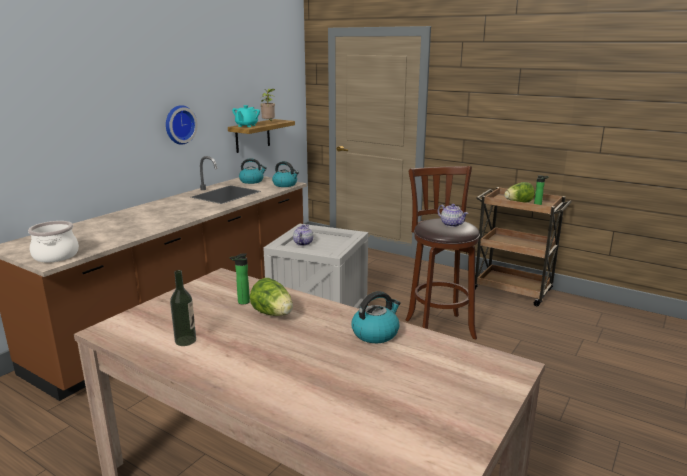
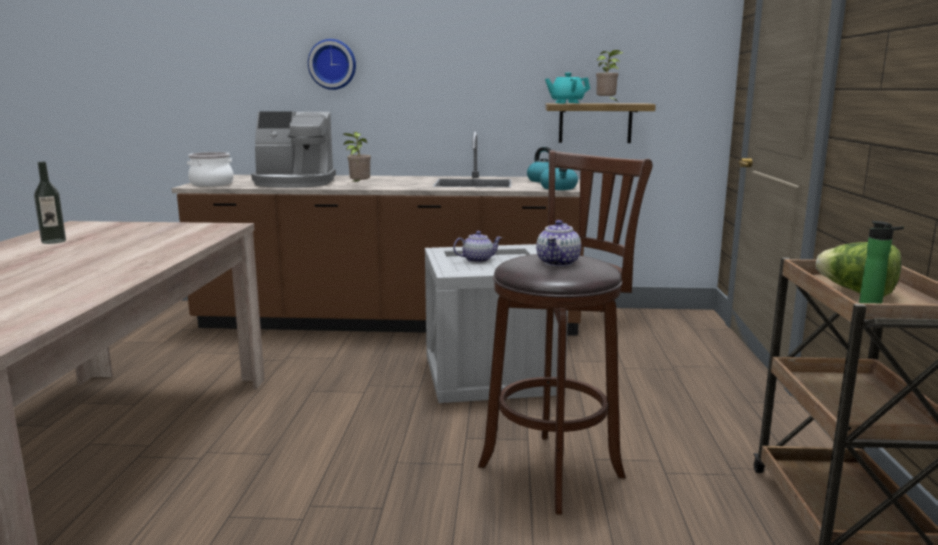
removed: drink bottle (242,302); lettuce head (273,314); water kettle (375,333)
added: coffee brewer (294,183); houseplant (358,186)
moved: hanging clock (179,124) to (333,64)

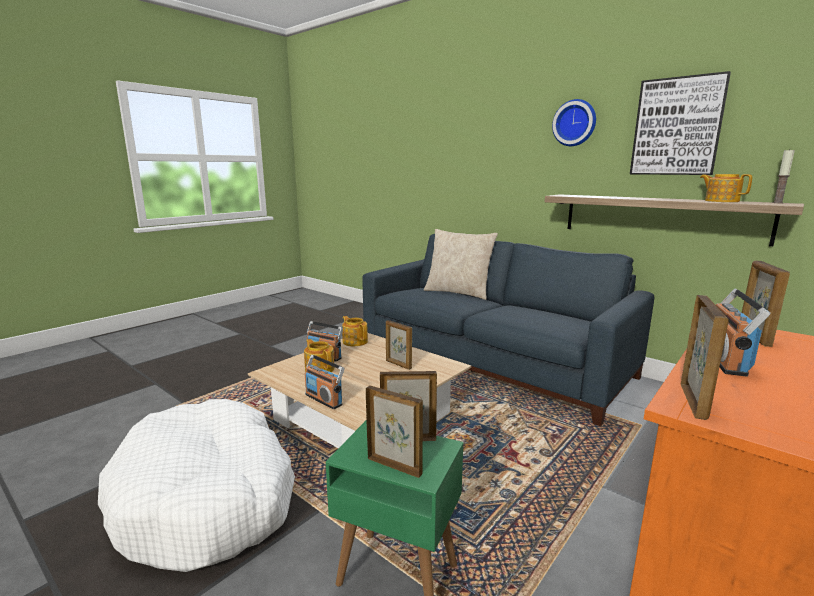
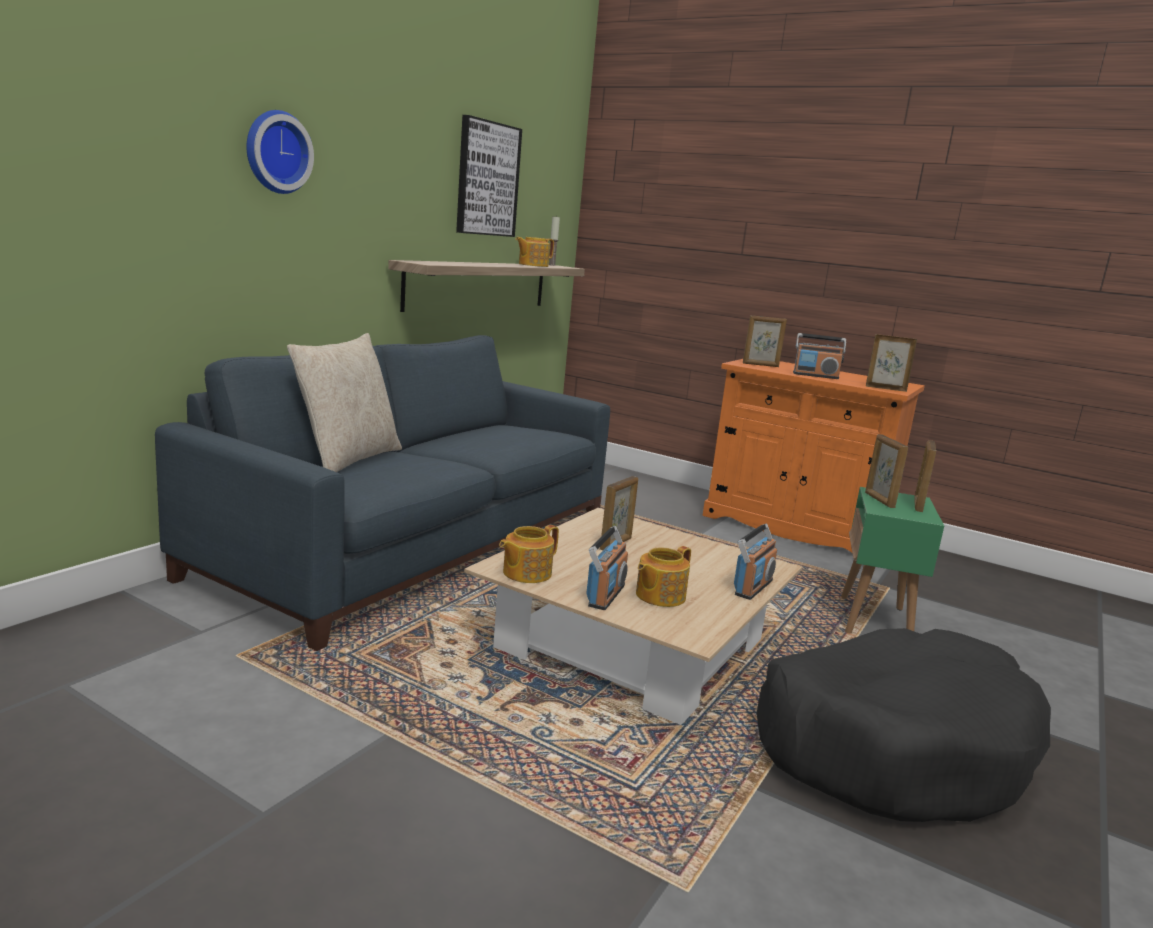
moved: hanging clock (575,123) to (275,152)
recoloured: white pet bed (208,498) to black pet bed (891,747)

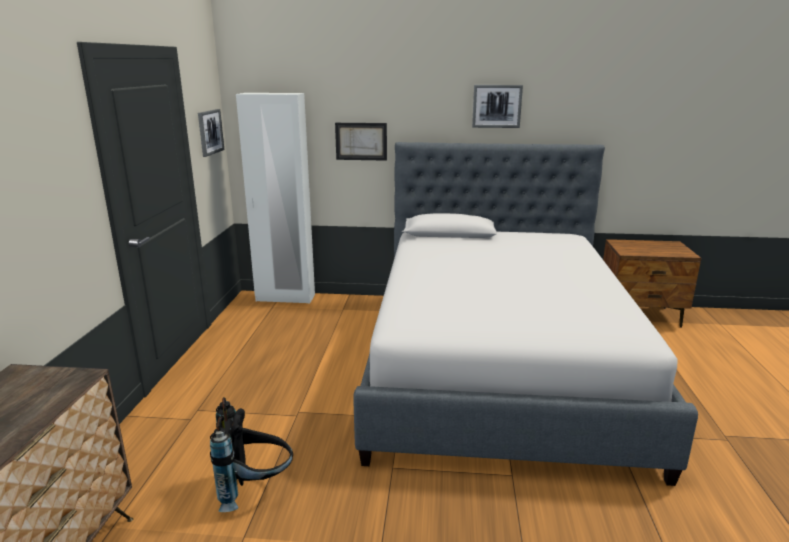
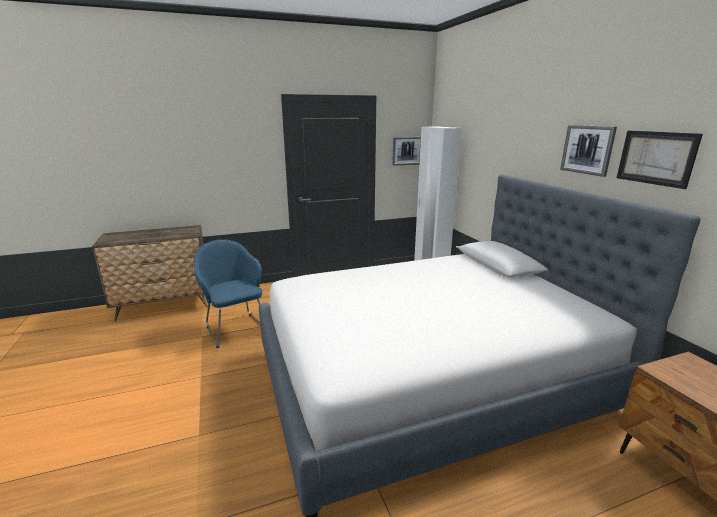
moved: picture (361,141) to (656,158)
replaced: black rucksack (255,489) to bluish easy chair (235,328)

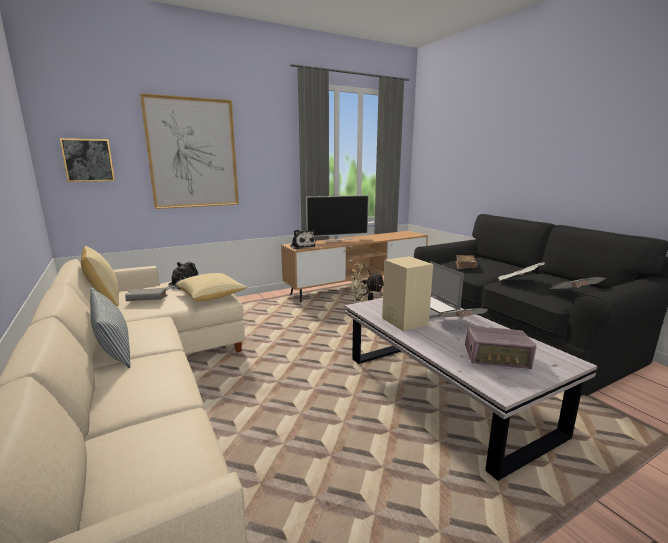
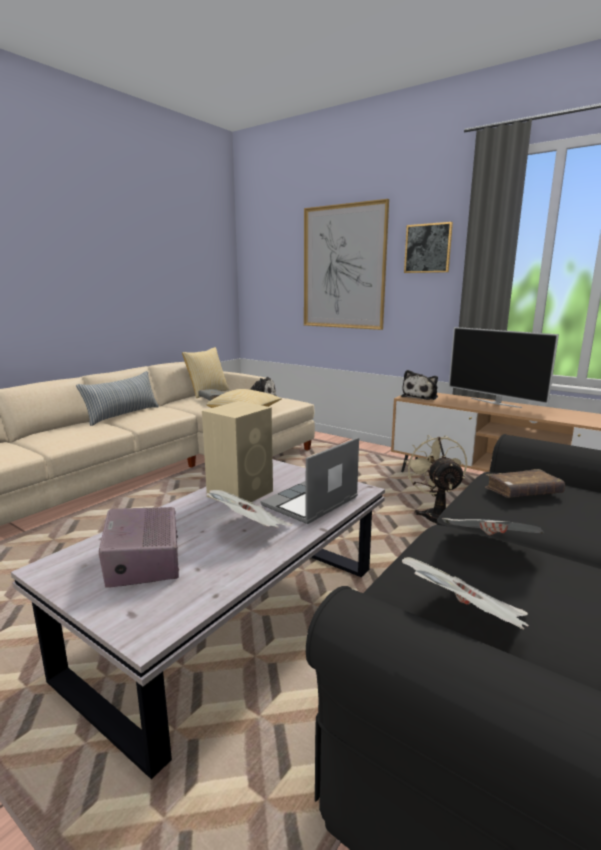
moved: picture (88,160) to (428,248)

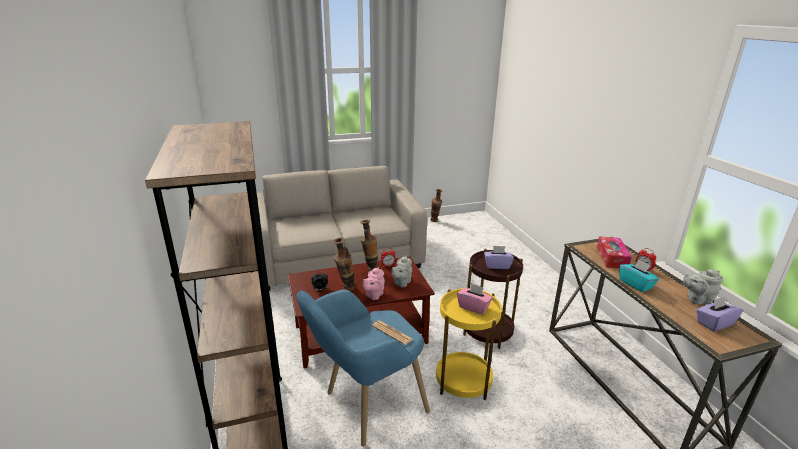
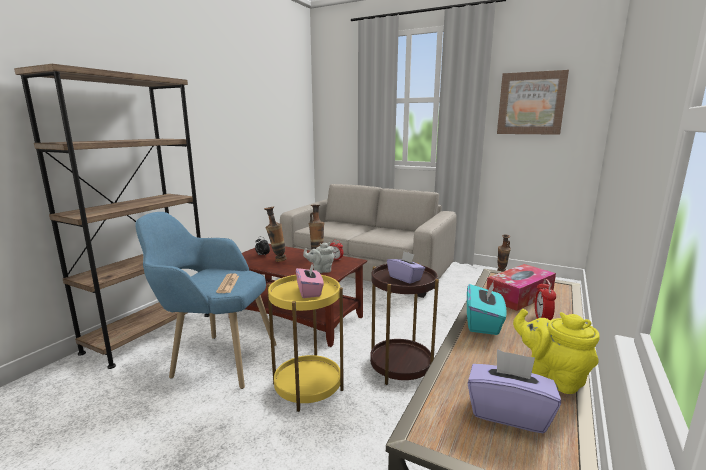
removed: pink teapot (373,295)
added: picture (531,103)
recoloured: gray teapot (696,299) to yellow teapot (552,377)

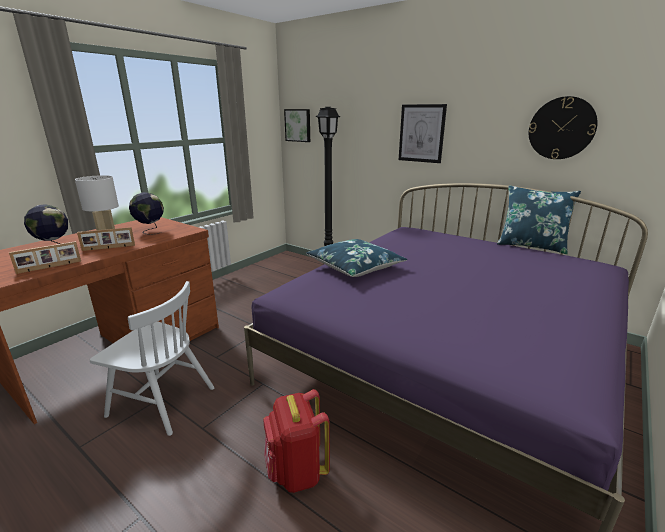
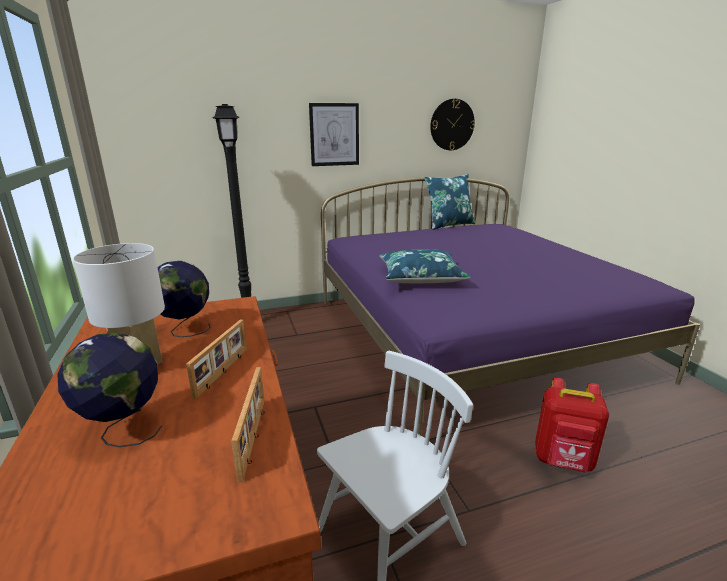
removed: picture (298,125)

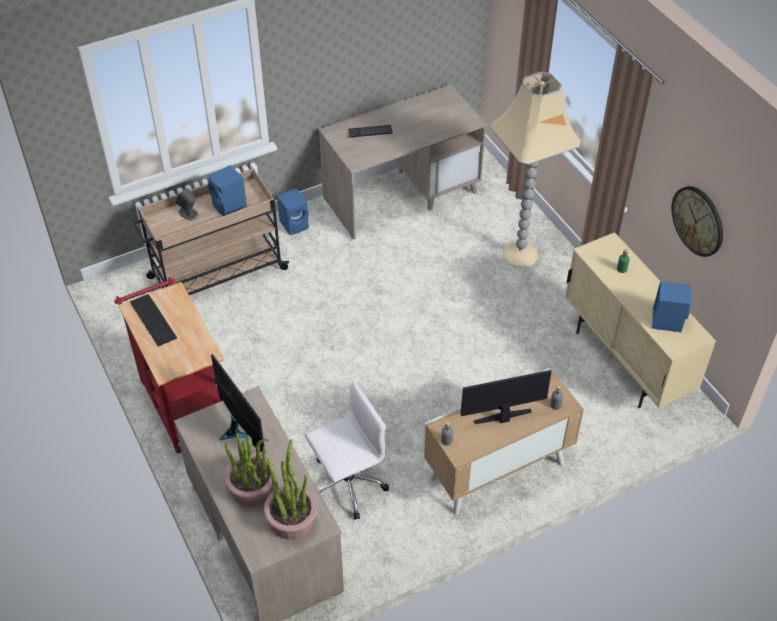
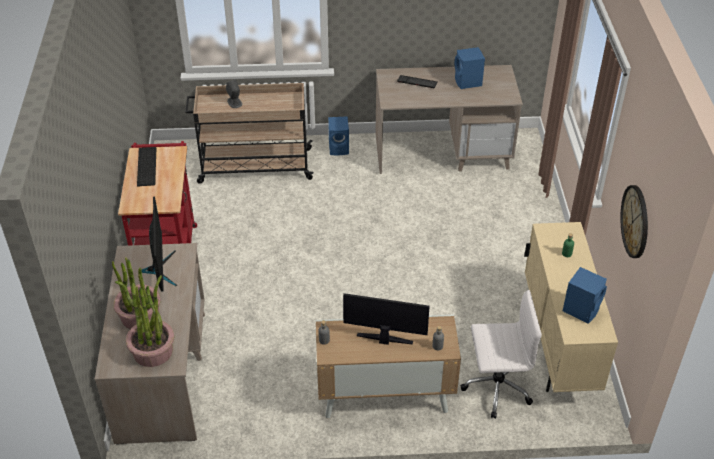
removed: beige-coloured standard lamp (521,255)
moved: bluish audio speaker (229,206) to (468,82); white computer chair (346,484) to (495,386)

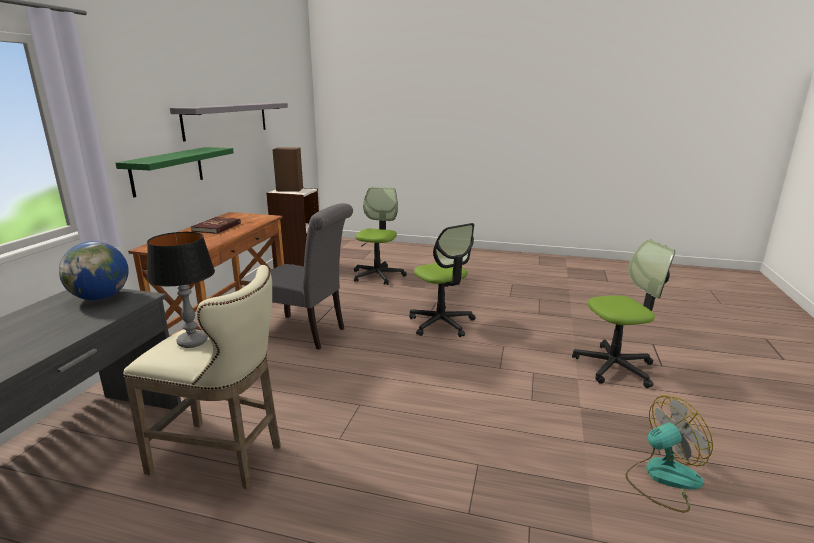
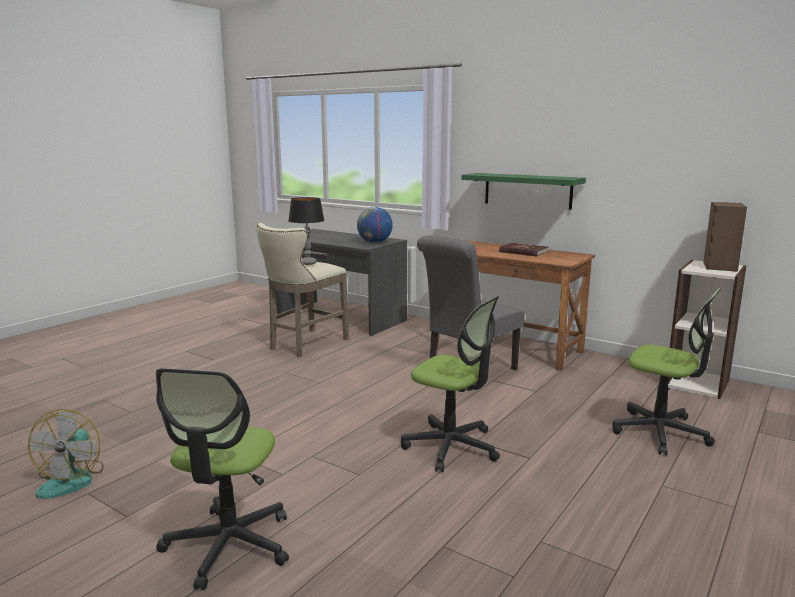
removed: gray wall shelf (227,120)
turned: computer chair (441,323) = (451,446) 135 degrees counterclockwise

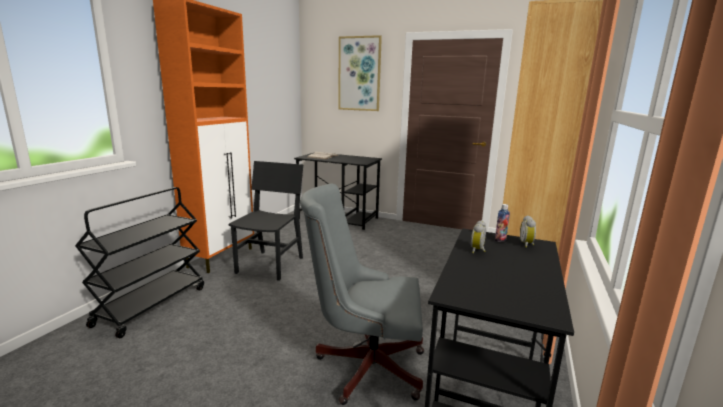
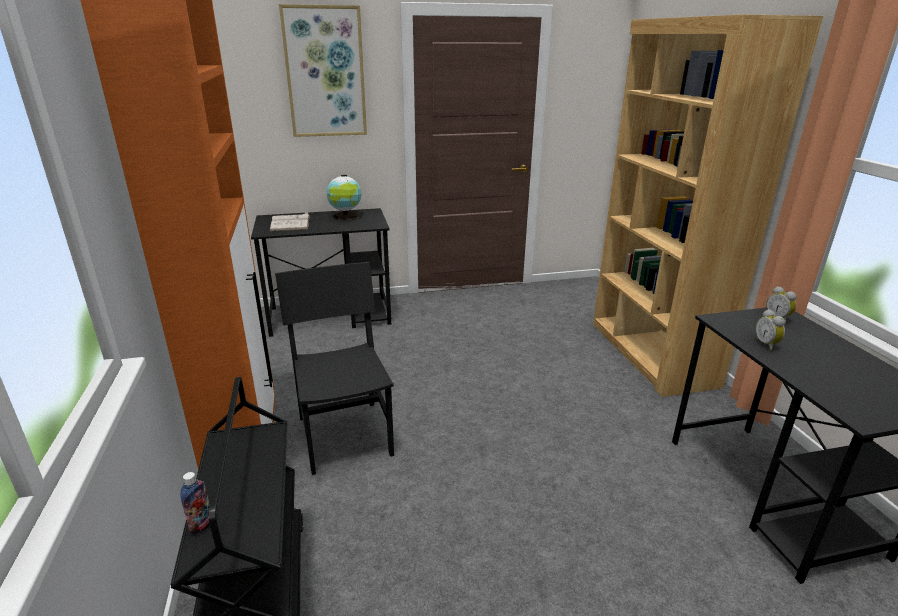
removed: gray computer chair (364,365)
added: desk globe (346,216)
moved: drink bottle (500,240) to (201,525)

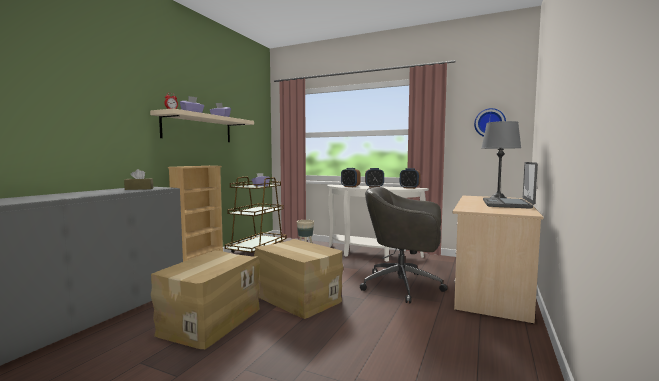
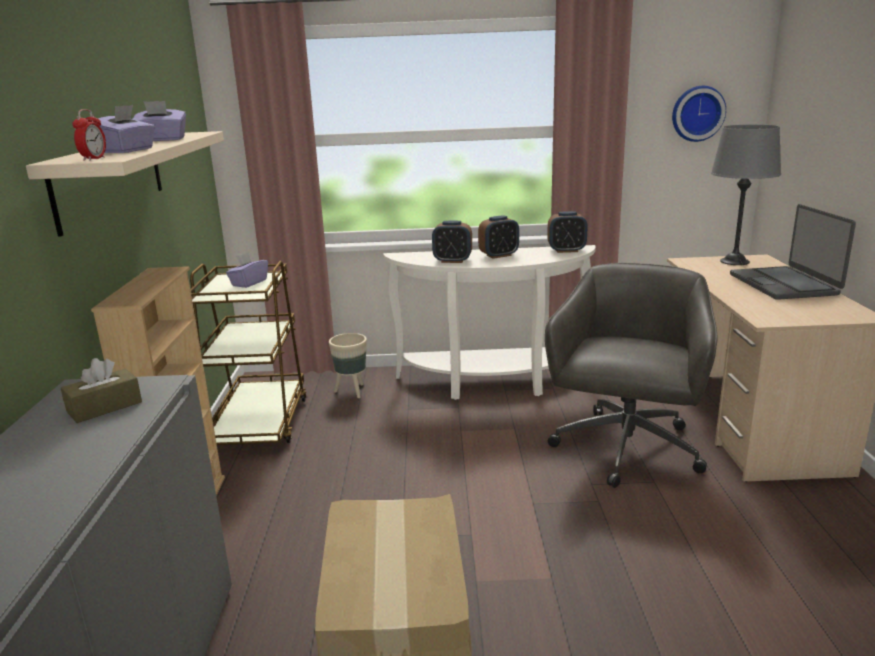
removed: carton (297,298)
turned: gray computer chair (404,286) = (625,450) 120 degrees clockwise

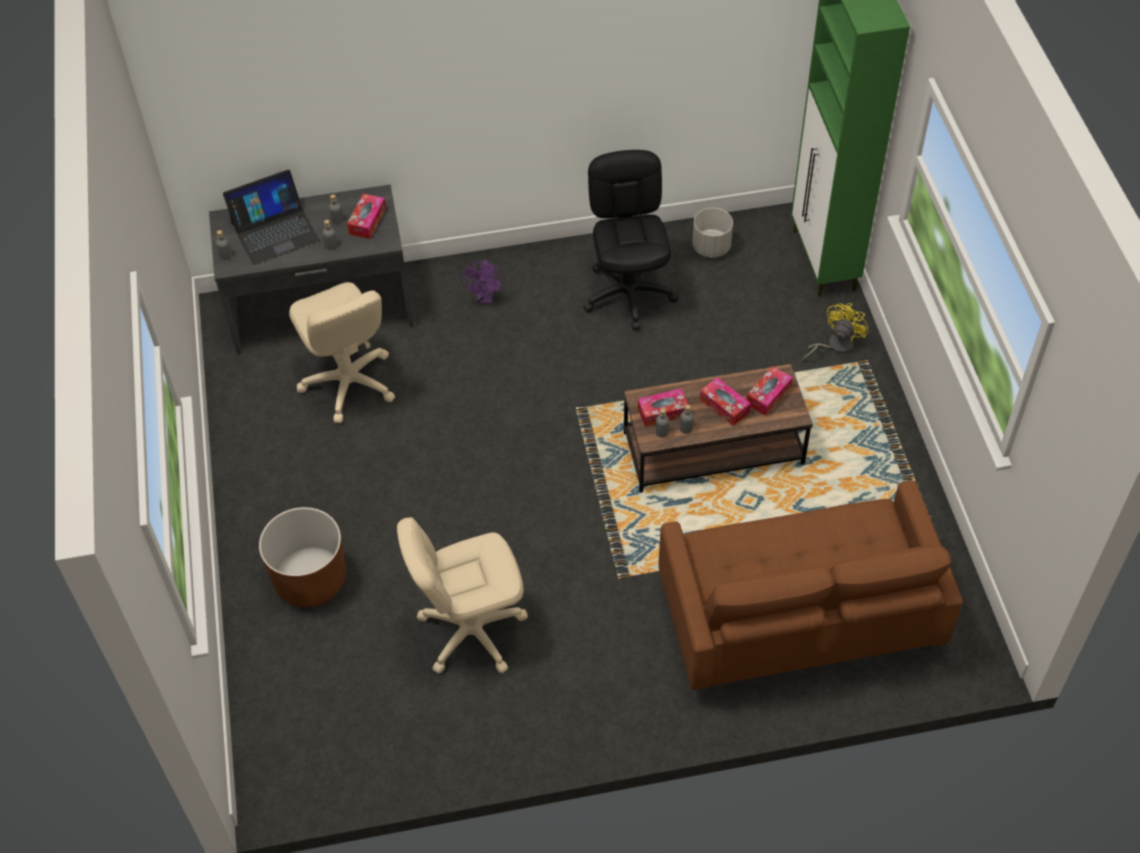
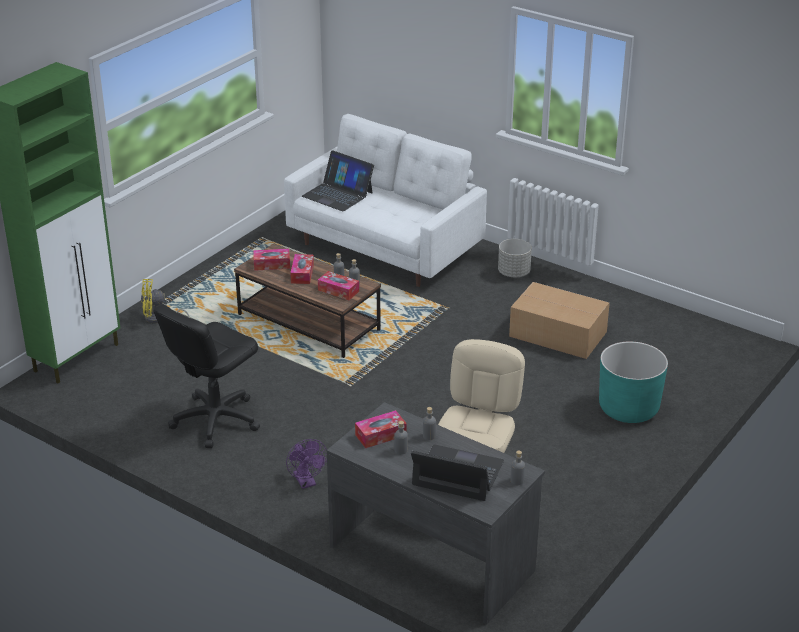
added: laptop (338,194)
moved: gray flower pot (711,247) to (514,273)
replaced: beige-coloured computer chair (471,631) to carton (559,335)
recoloured: brownish flower pot (310,579) to turquoise-coloured flower pot (628,408); brownish couch (797,618) to white couch (385,248)
turned: purplish fan (485,298) = (306,482) 105 degrees clockwise

